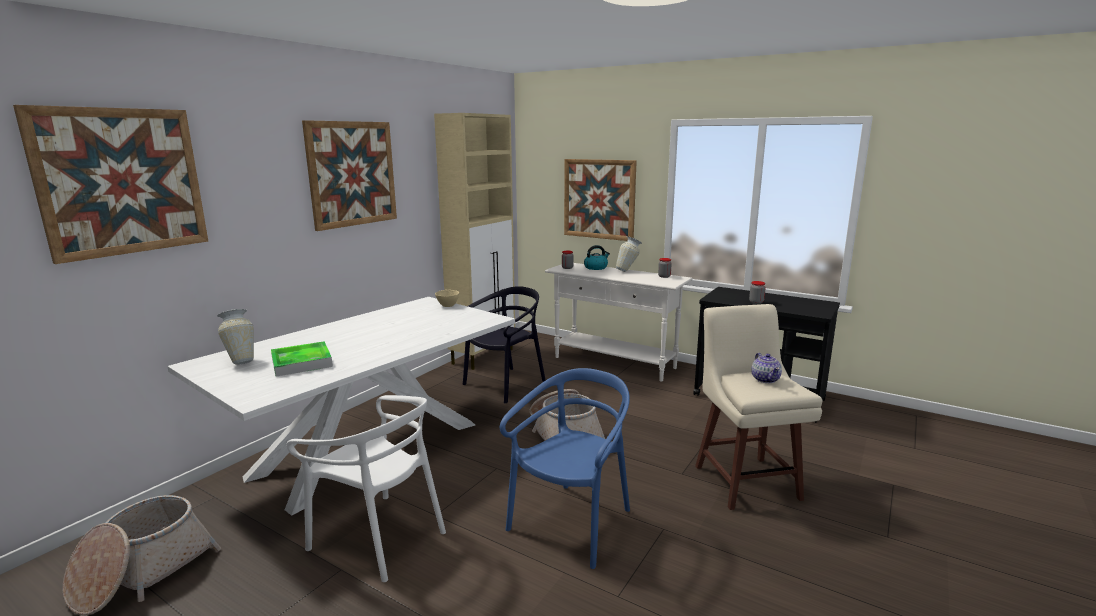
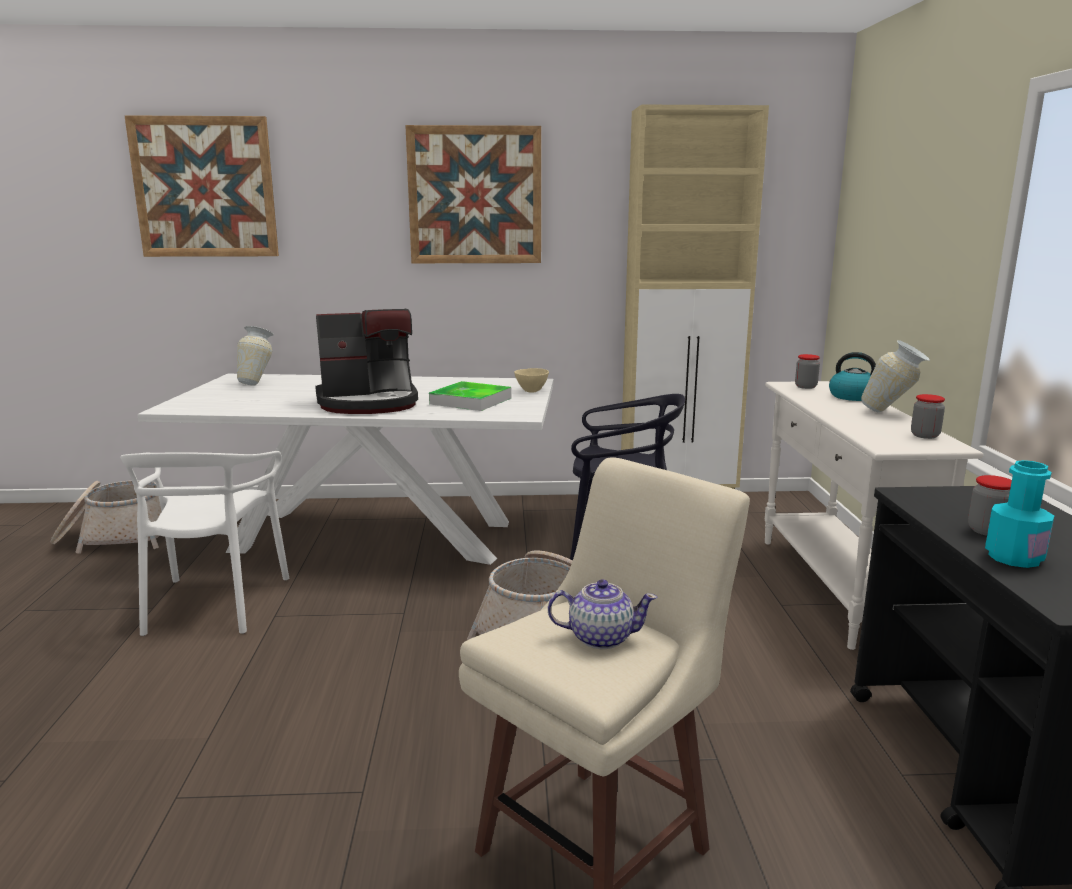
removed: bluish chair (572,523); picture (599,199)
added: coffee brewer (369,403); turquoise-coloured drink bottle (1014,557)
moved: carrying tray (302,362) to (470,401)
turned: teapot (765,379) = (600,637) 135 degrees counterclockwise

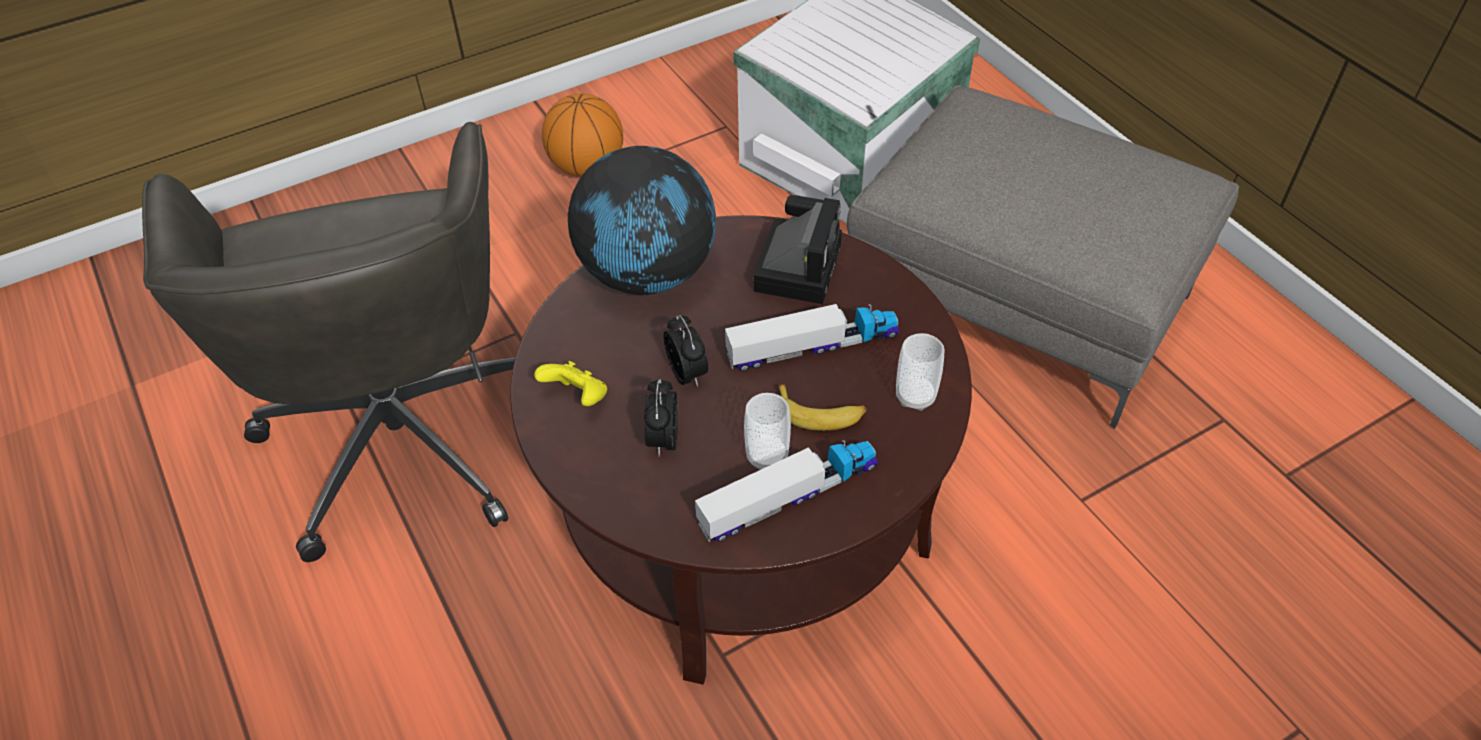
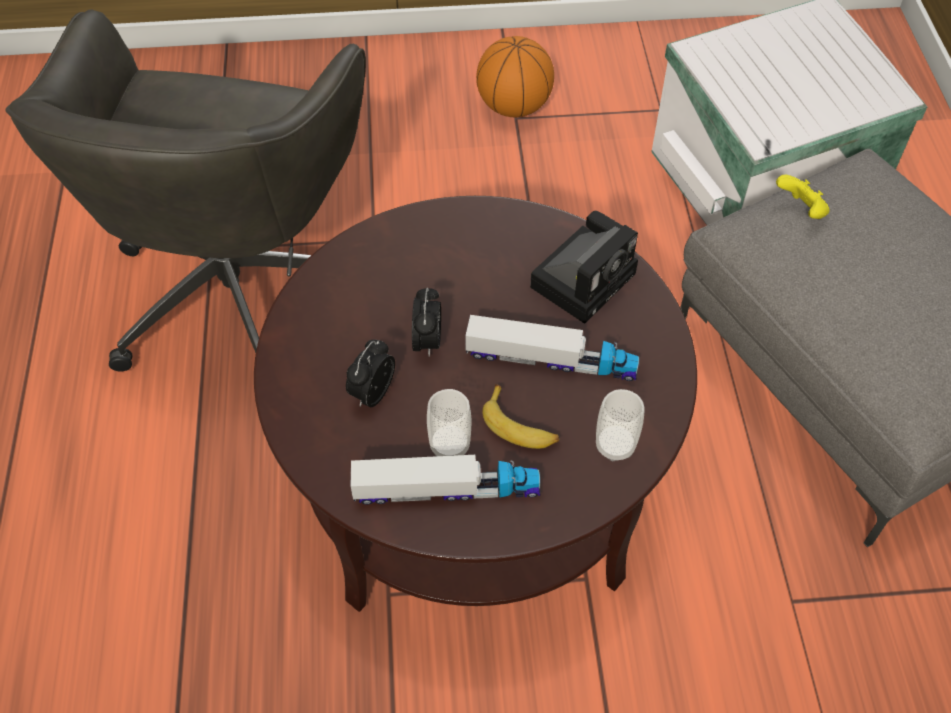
removed: desk globe (648,273)
moved: yellow joypad (577,397) to (801,211)

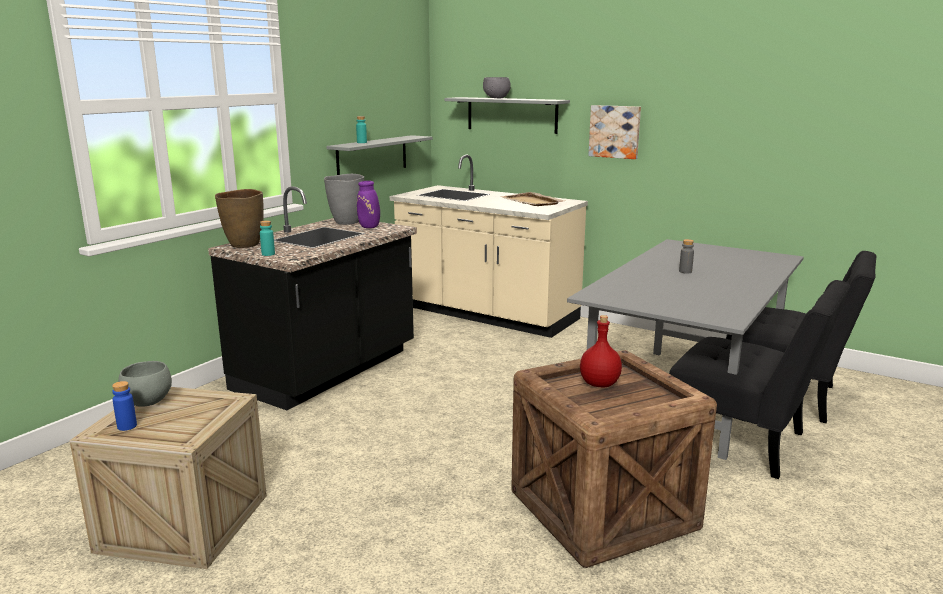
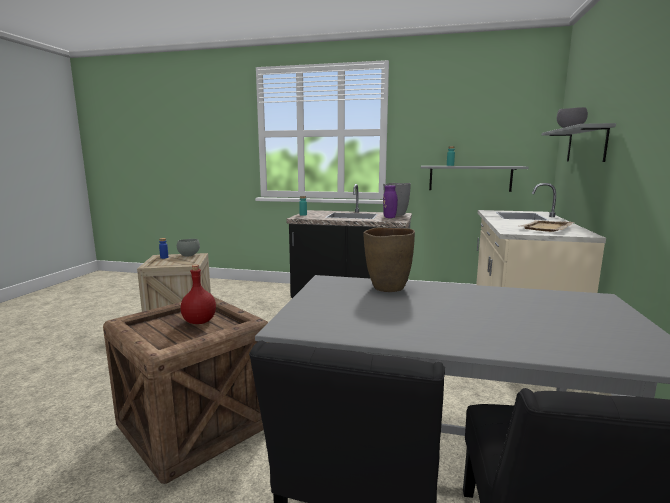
removed: picture (615,131); gray drink bottle (685,271)
moved: brownish flower vase (244,245) to (387,288)

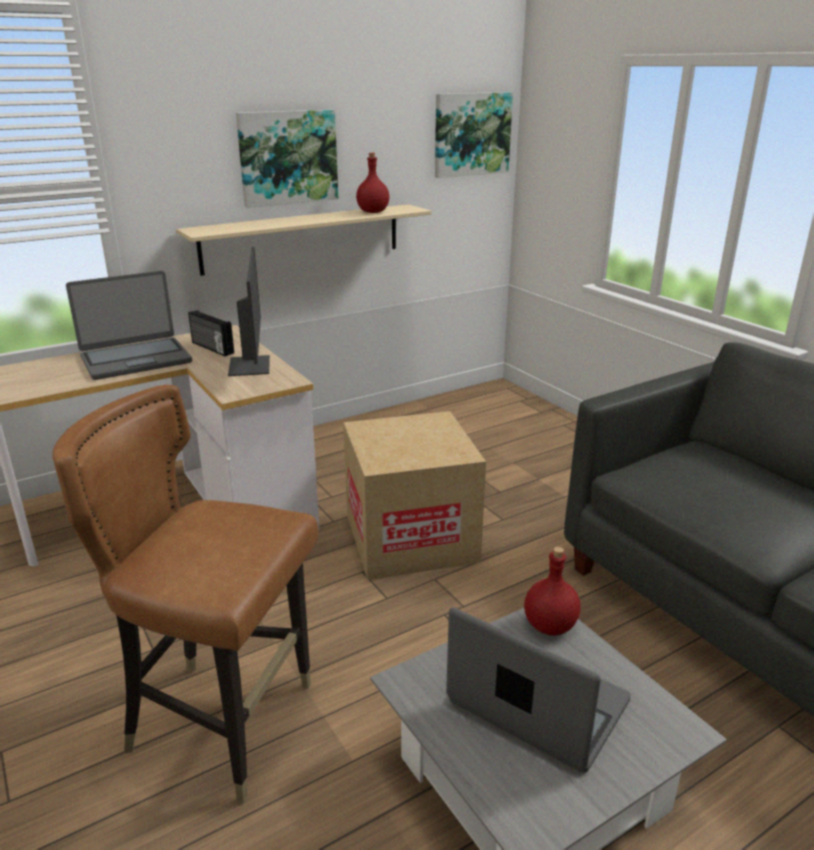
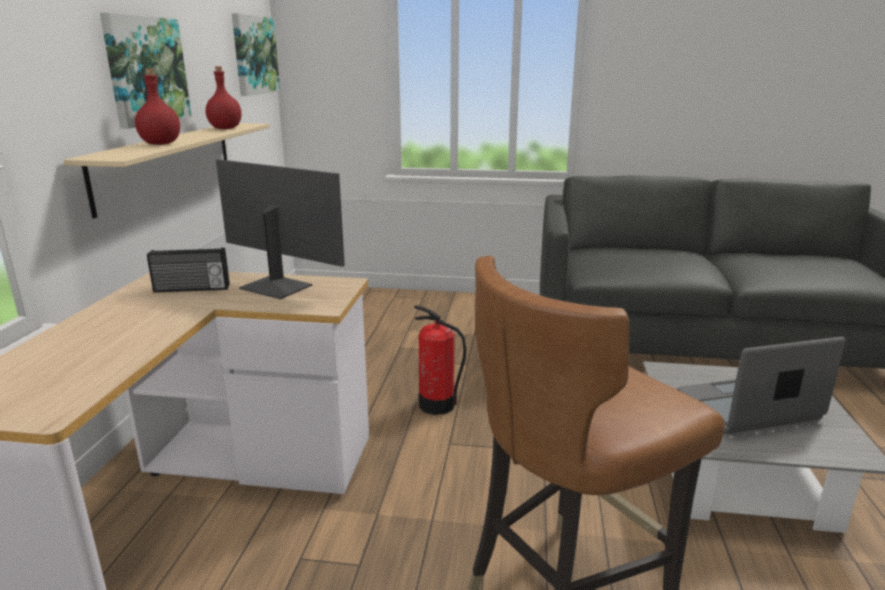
removed: laptop (136,359)
moved: red-coloured drink bottle (550,627) to (161,144)
replaced: carton (410,538) to fire extinguisher (437,405)

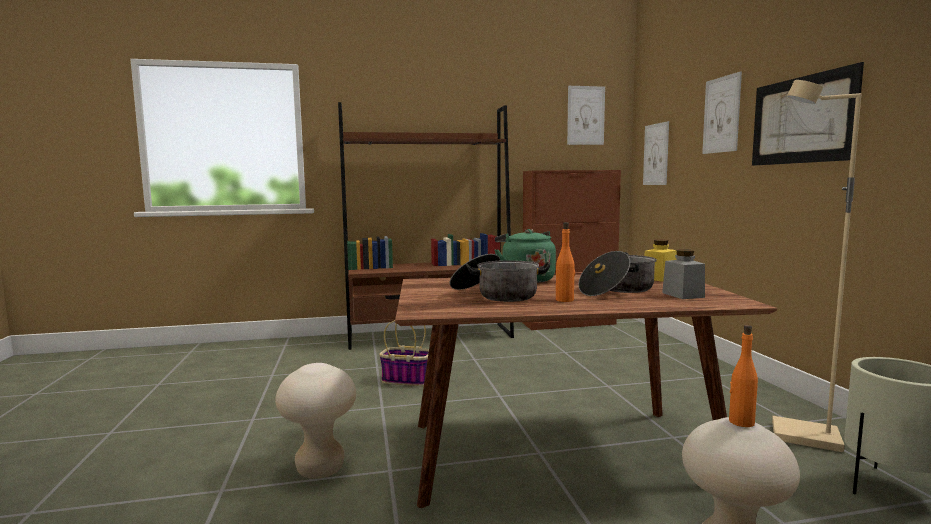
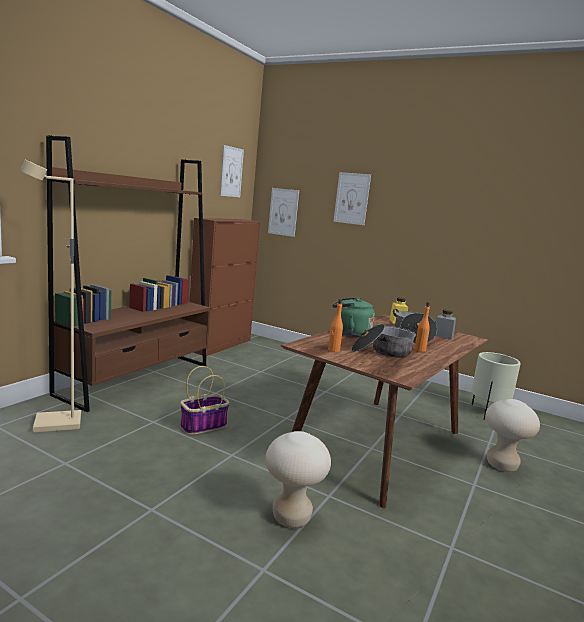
removed: picture (801,120)
moved: orange-coloured drink bottle (741,422) to (333,350); beige-coloured standard lamp (804,437) to (57,424)

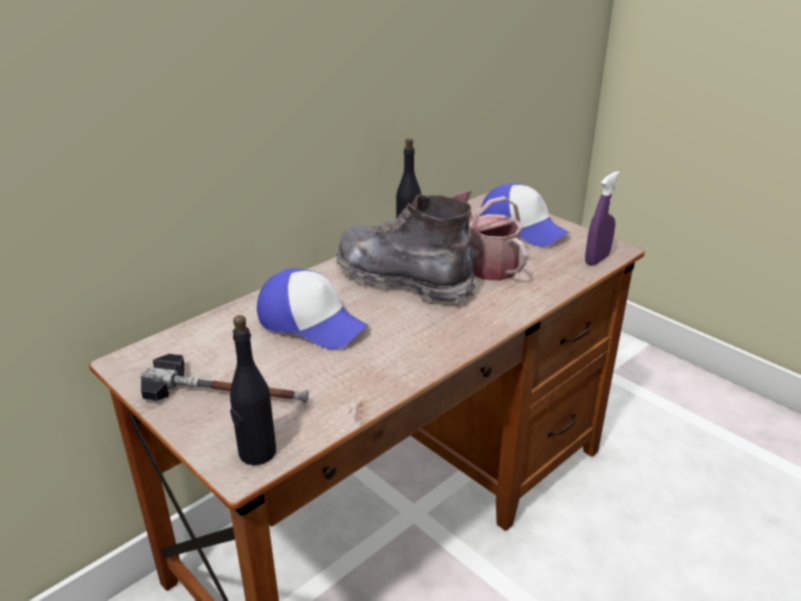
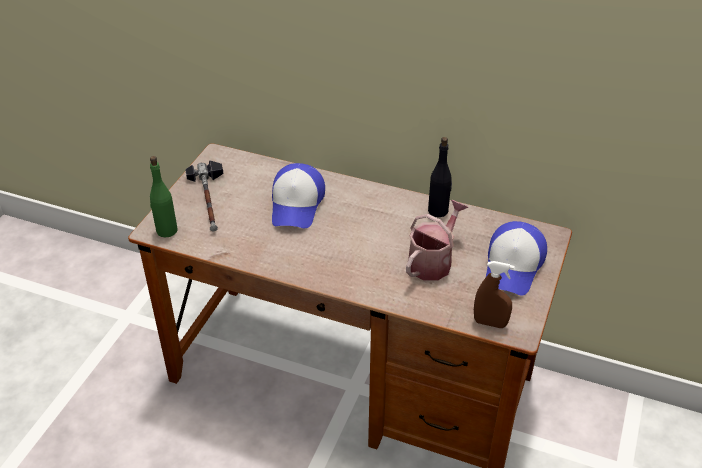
removed: gray high-top boot (403,280)
recoloured: black drink bottle (257,453) to green drink bottle (166,230); purplish spray bottle (597,259) to brownish spray bottle (490,323)

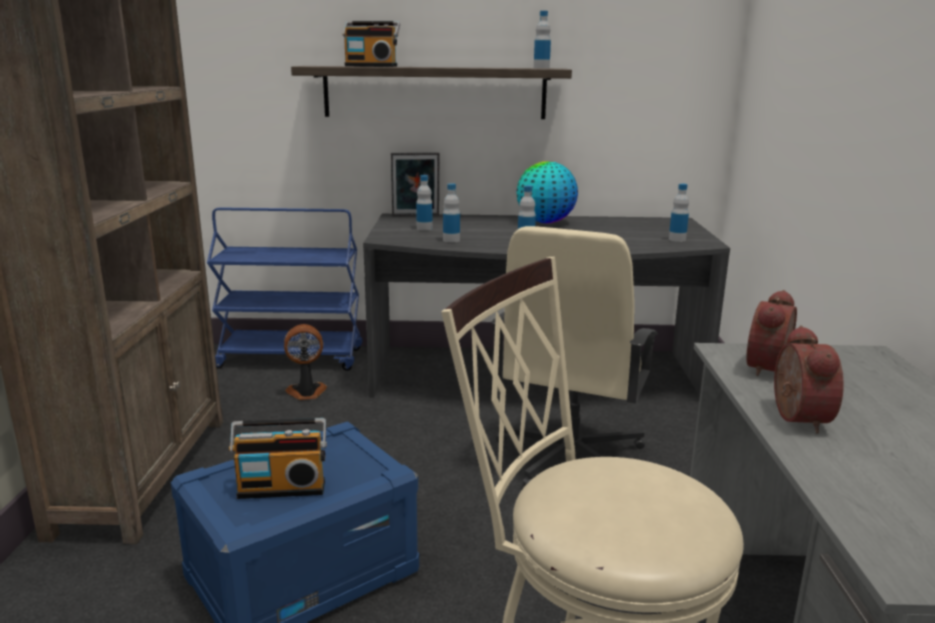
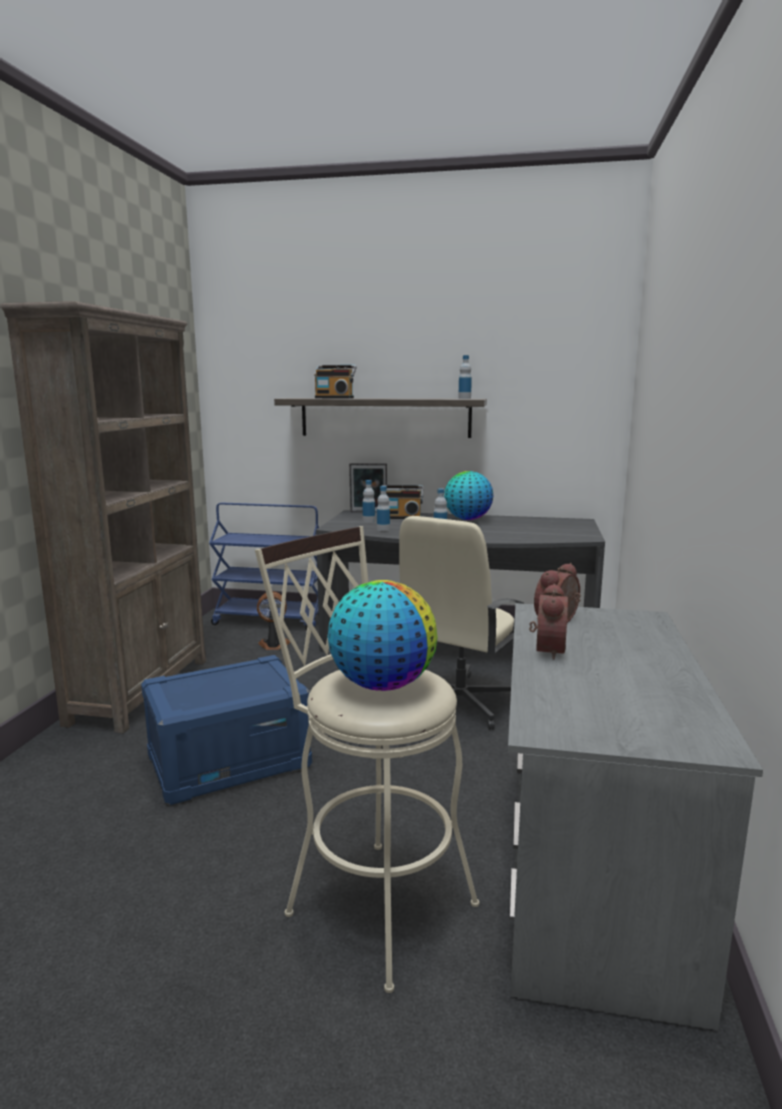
removed: drink bottle (677,239)
added: desk globe (382,685)
moved: radio receiver (282,487) to (402,517)

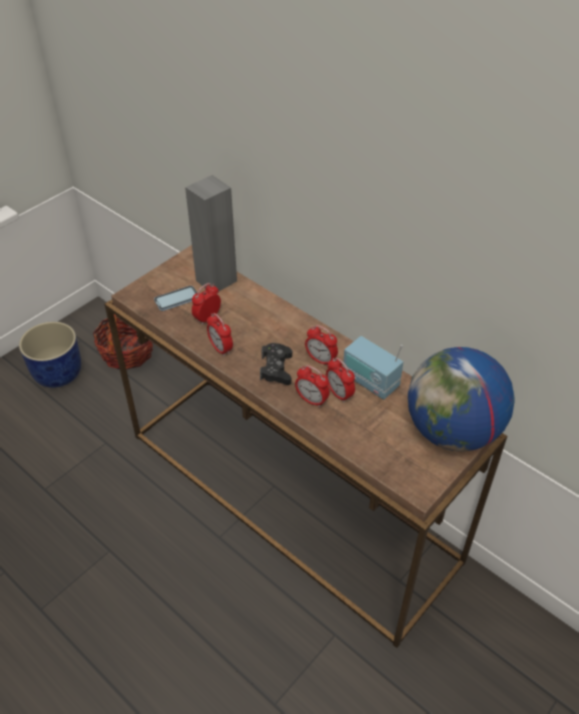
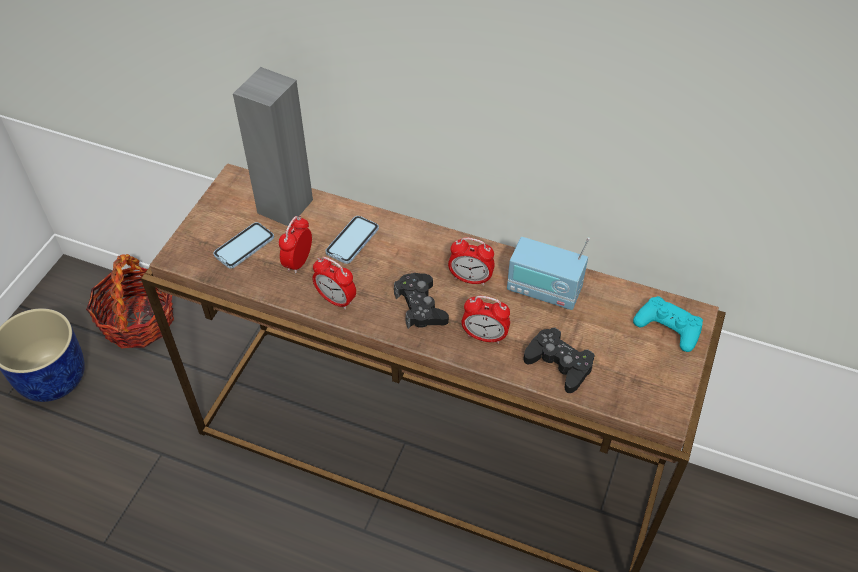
removed: table clock (339,394)
added: phone (352,241); black joypad (559,364)
replaced: desk globe (452,432) to turquoise-coloured joypad (668,327)

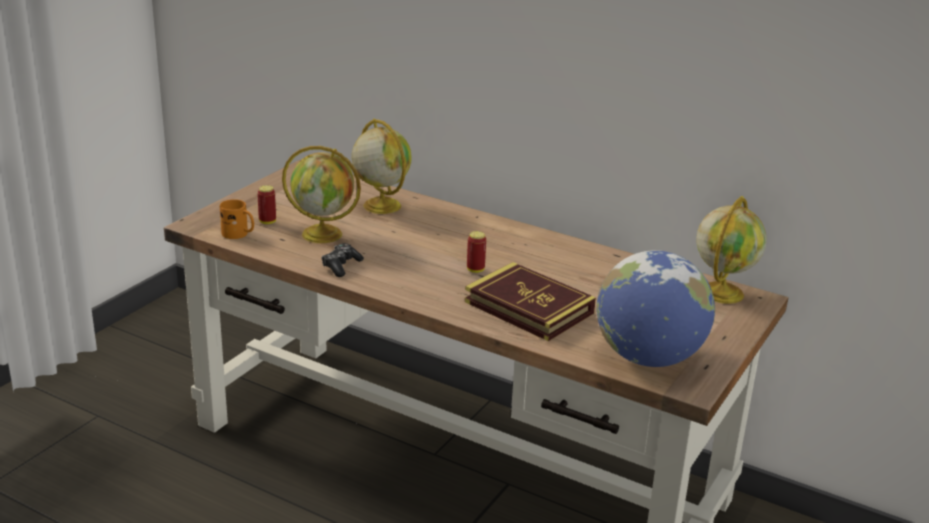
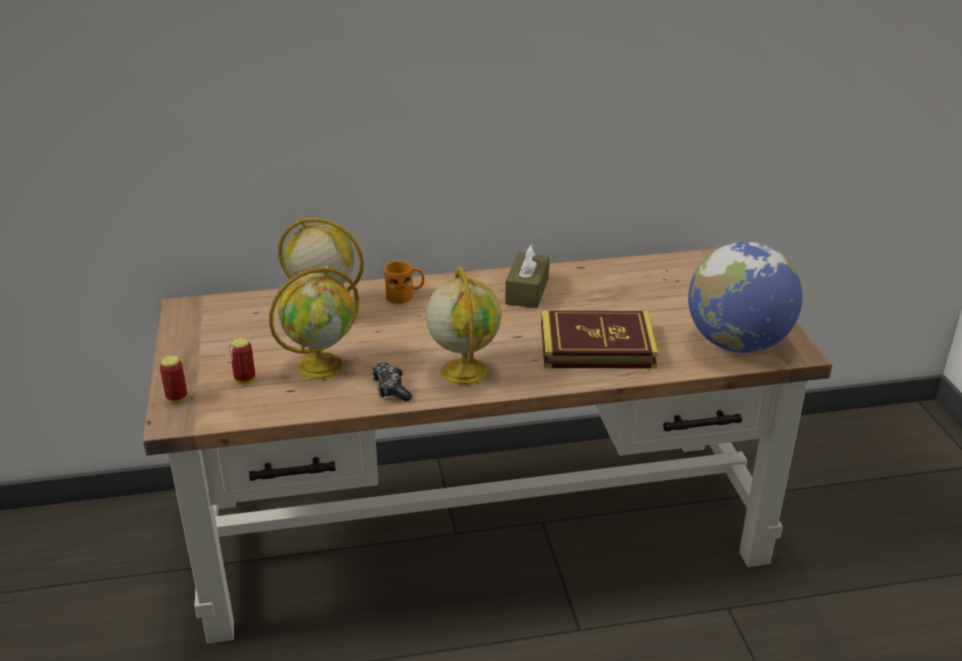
added: brownish tissue holder (527,291)
moved: orange-coloured tea mug (239,234) to (405,295); can (475,270) to (177,398); desk globe (722,292) to (463,371)

